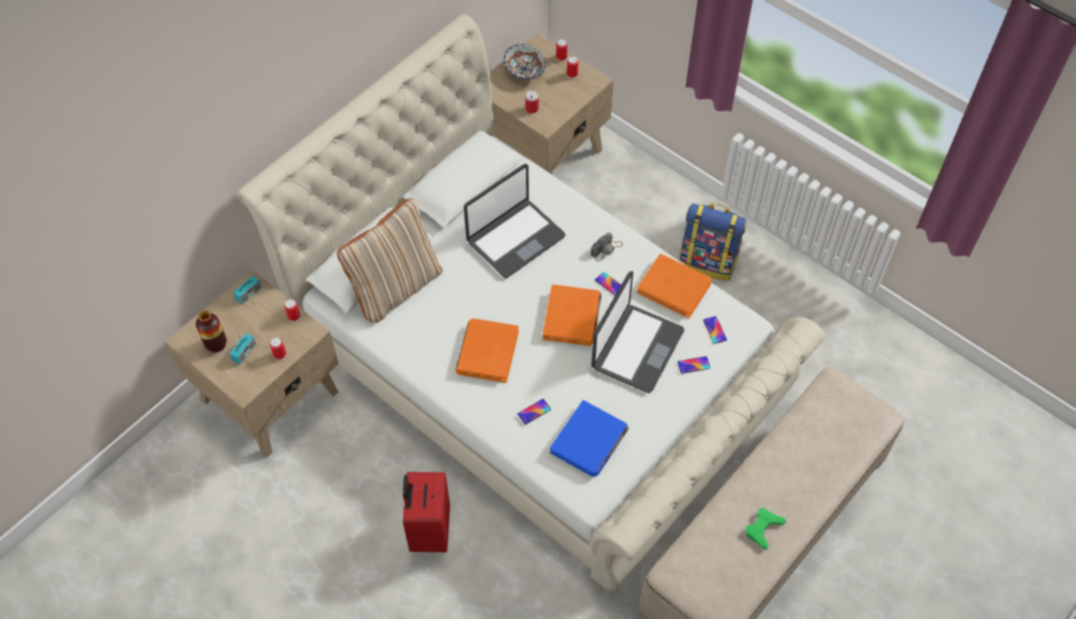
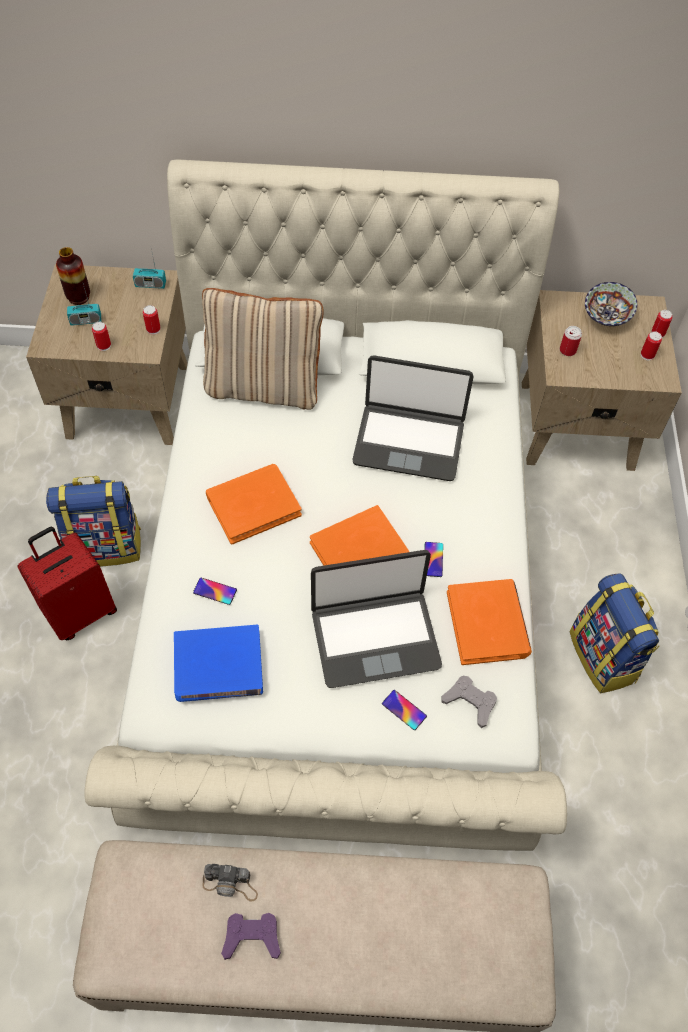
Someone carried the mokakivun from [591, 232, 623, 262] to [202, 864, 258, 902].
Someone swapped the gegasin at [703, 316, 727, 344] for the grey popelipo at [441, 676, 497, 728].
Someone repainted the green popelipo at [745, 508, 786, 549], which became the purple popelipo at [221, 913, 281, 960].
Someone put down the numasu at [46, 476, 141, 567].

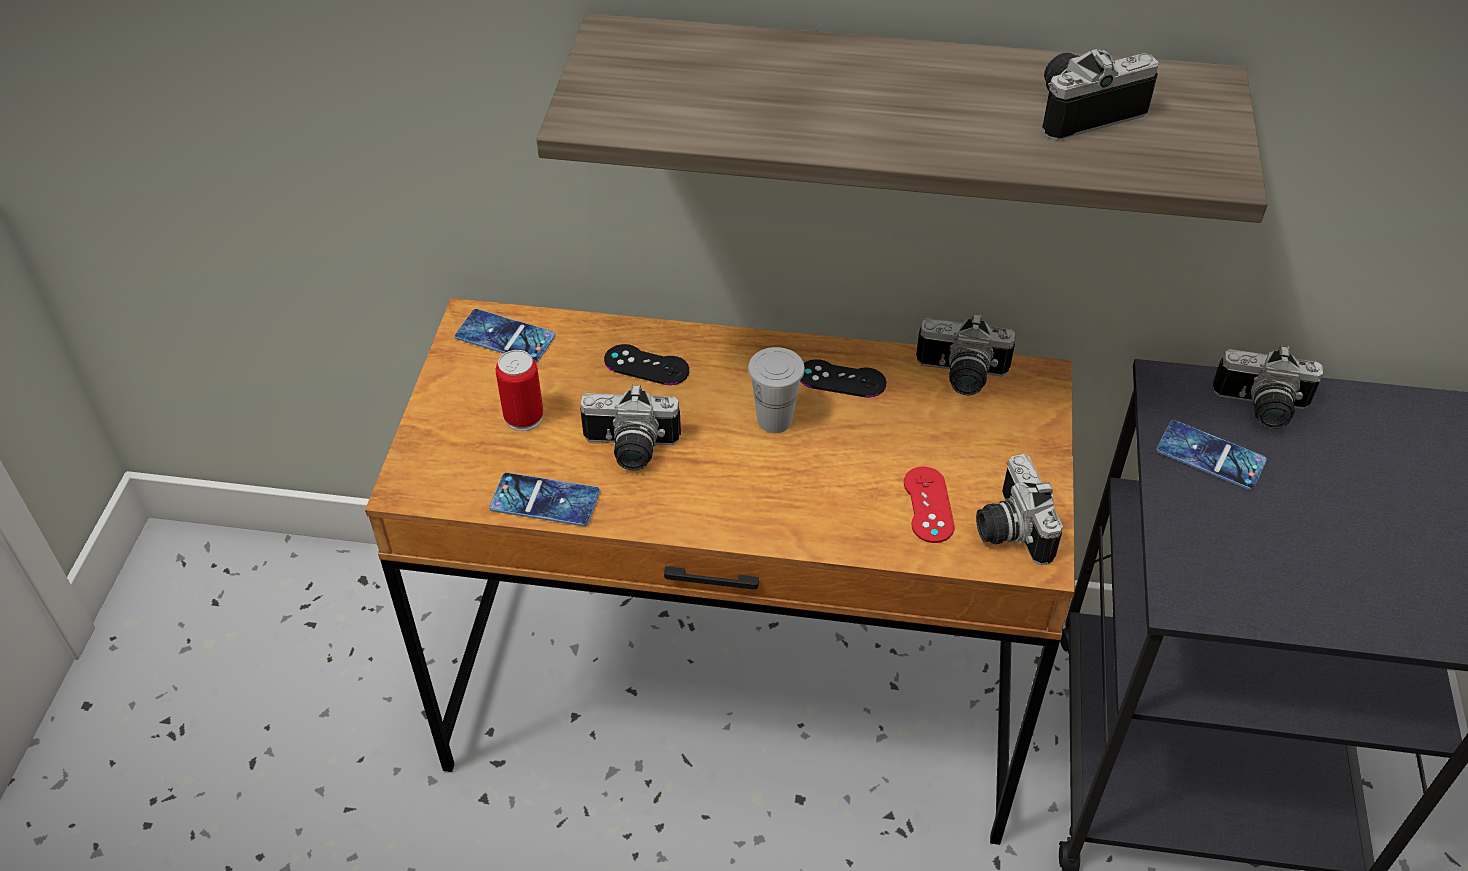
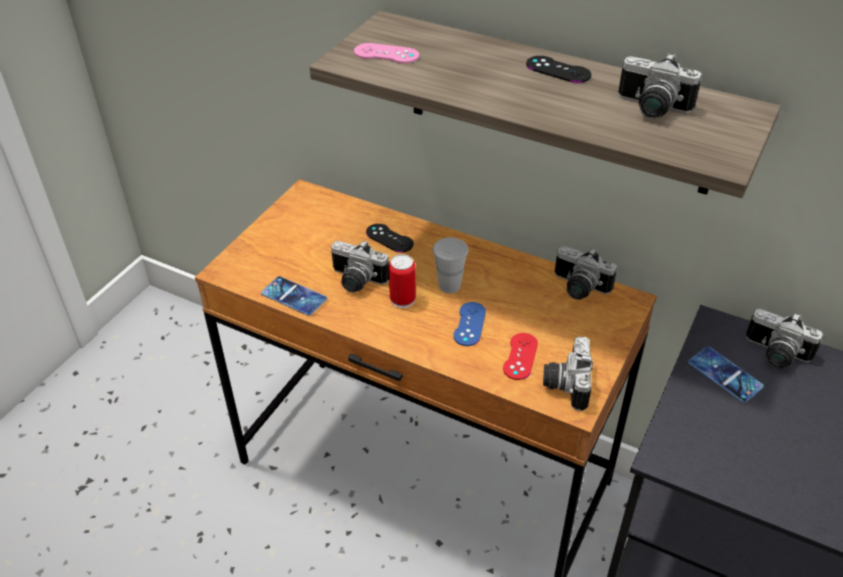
Someone rotated the mokakivun at [1042, 49, 1159, 140] by 150 degrees counterclockwise.
Someone took away the gegasin at [455, 309, 556, 362].
Someone carried the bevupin from [496, 350, 543, 431] to [389, 254, 416, 308].
Someone carried the black popelipo from [800, 359, 886, 398] to [526, 56, 591, 83].
Someone put down the pink popelipo at [354, 43, 419, 64].
Someone put down the blue popelipo at [453, 302, 486, 346].

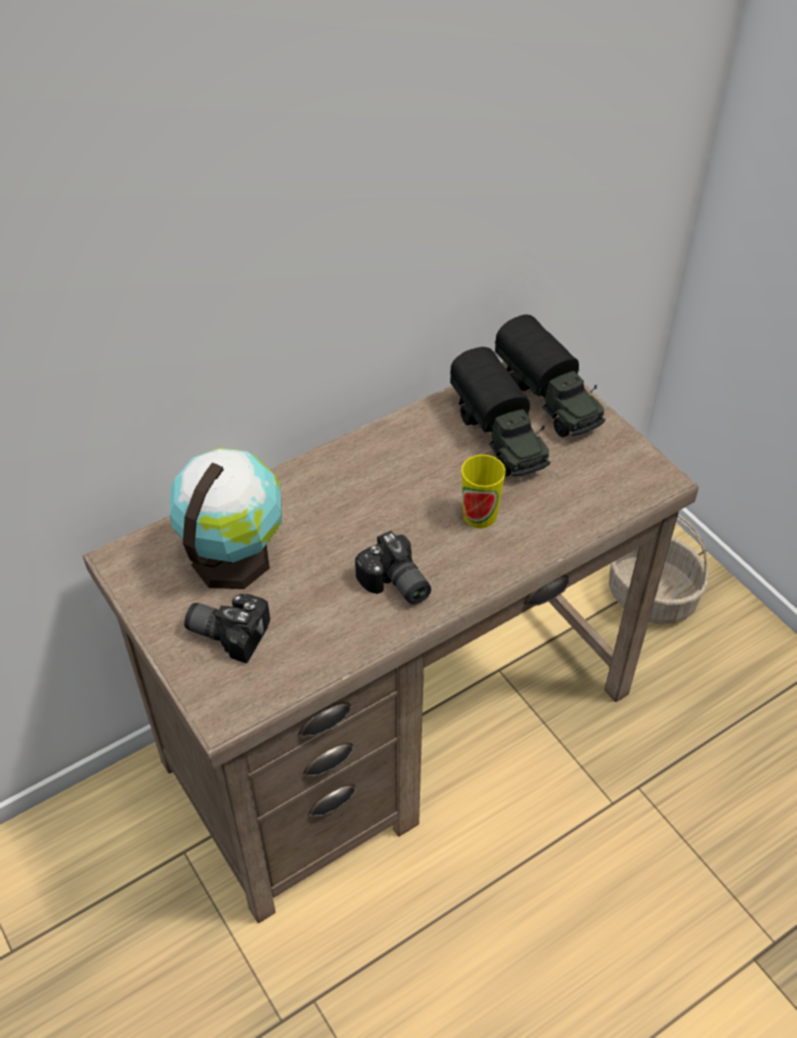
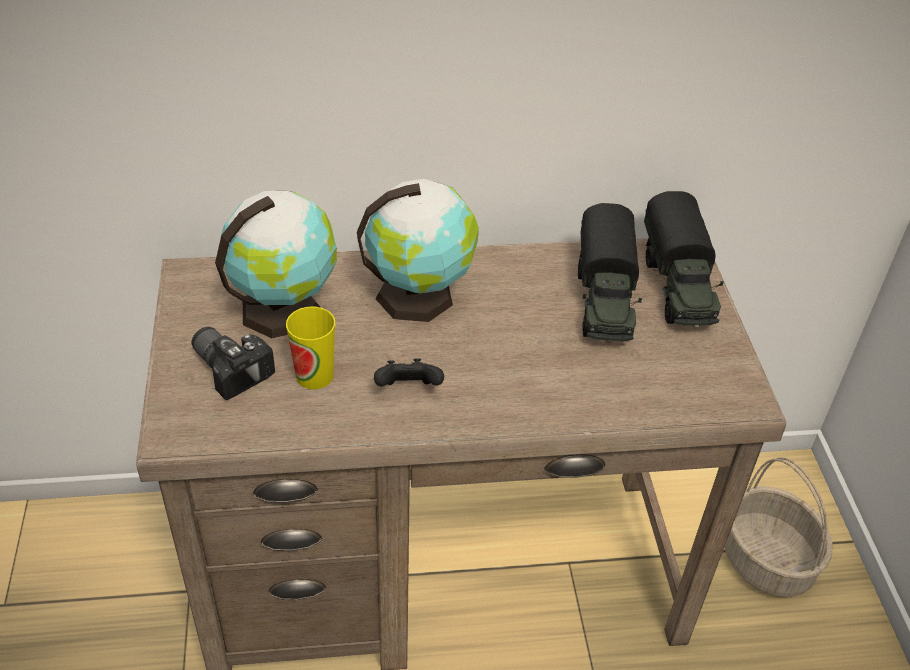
Someone carried the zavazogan from [461, 455, 506, 528] to [286, 307, 335, 389].
Someone swapped the mokakivun at [355, 531, 431, 605] for the black popelipo at [374, 358, 444, 386].
Someone put down the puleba at [357, 179, 479, 322].

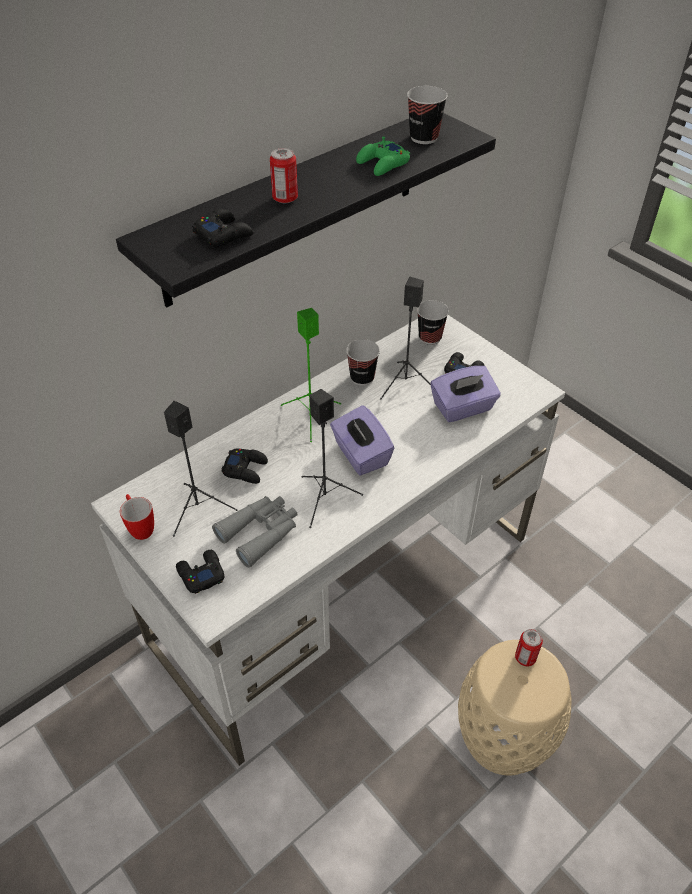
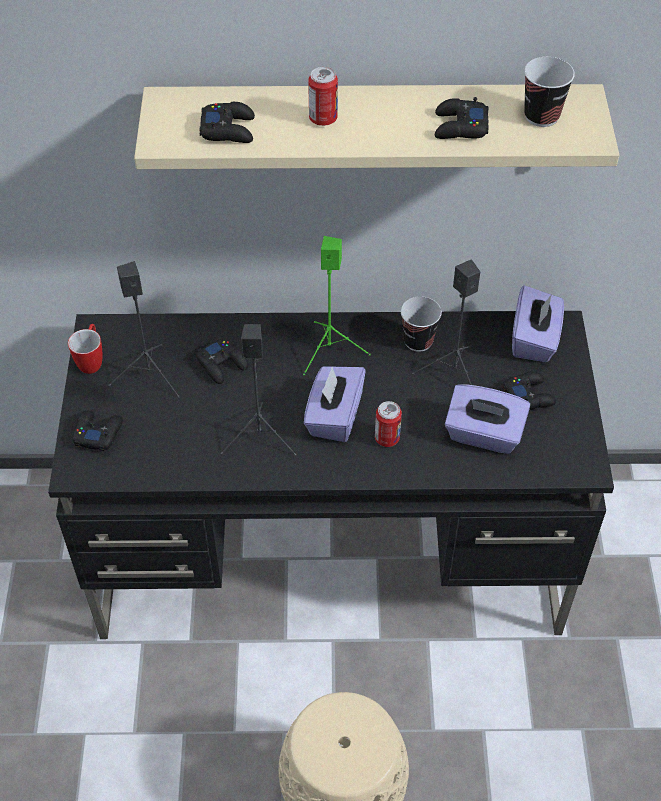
Someone repainted the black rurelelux at [116, 113, 496, 307], which became the beige rurelelux at [134, 84, 619, 169].
Someone repainted the green popelipo at [356, 136, 410, 176], which became the black popelipo at [435, 97, 489, 139].
Someone swapped the zavazogan at [417, 300, 449, 345] for the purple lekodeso at [512, 285, 564, 362].
Someone repainted the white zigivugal at [91, 315, 565, 766], which became the black zigivugal at [48, 311, 614, 639].
Someone took away the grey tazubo at [212, 496, 298, 568].
Someone carried the bevupin from [515, 629, 543, 667] to [375, 401, 402, 447].

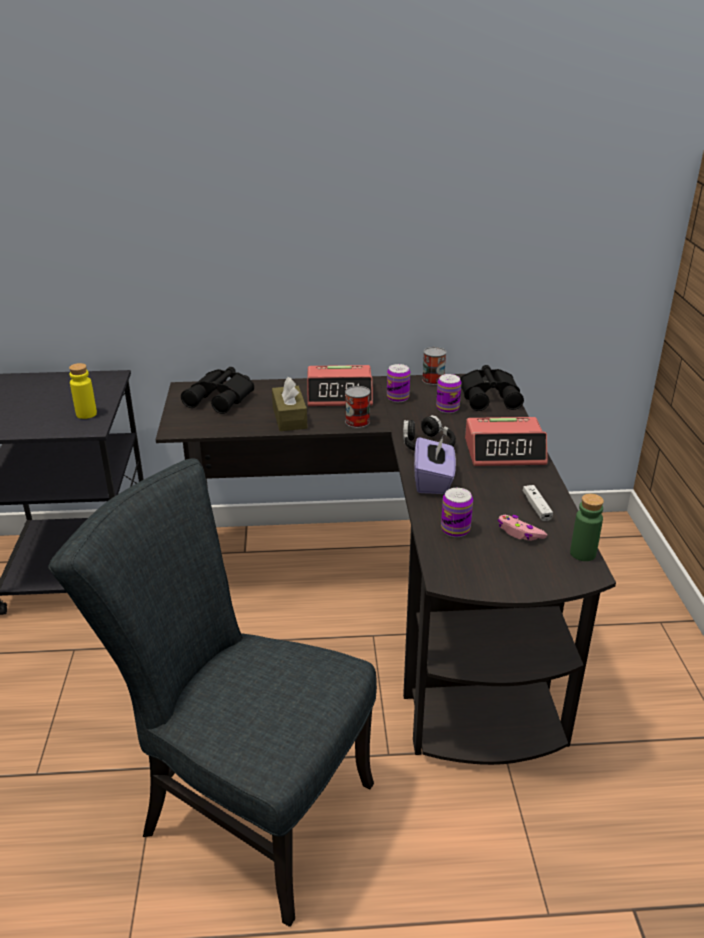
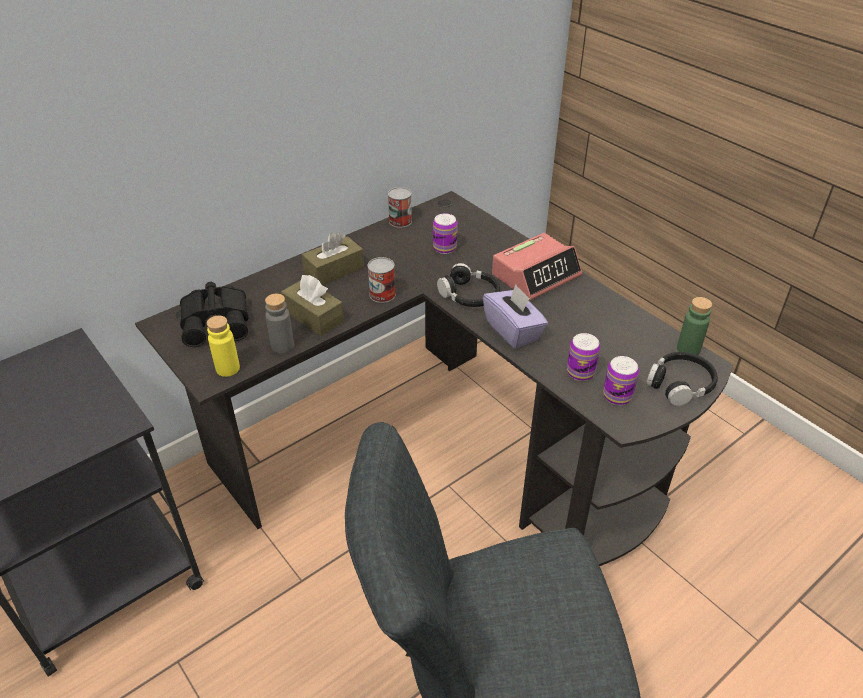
Someone carried the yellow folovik from [69, 363, 97, 419] to [207, 316, 240, 377].
Someone carried the bevupin from [387, 364, 410, 402] to [603, 356, 639, 405].
Someone swapped the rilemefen at [307, 365, 373, 406] for the brown lekodeso at [302, 232, 364, 285].
Someone took away the black tazubo at [460, 365, 524, 411].
Someone took away the white popelipo at [523, 485, 553, 521].
Someone took away the pink popelipo at [498, 515, 547, 541].
Someone put down the grey folovik at [265, 294, 294, 353].
Someone put down the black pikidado at [646, 352, 718, 406].

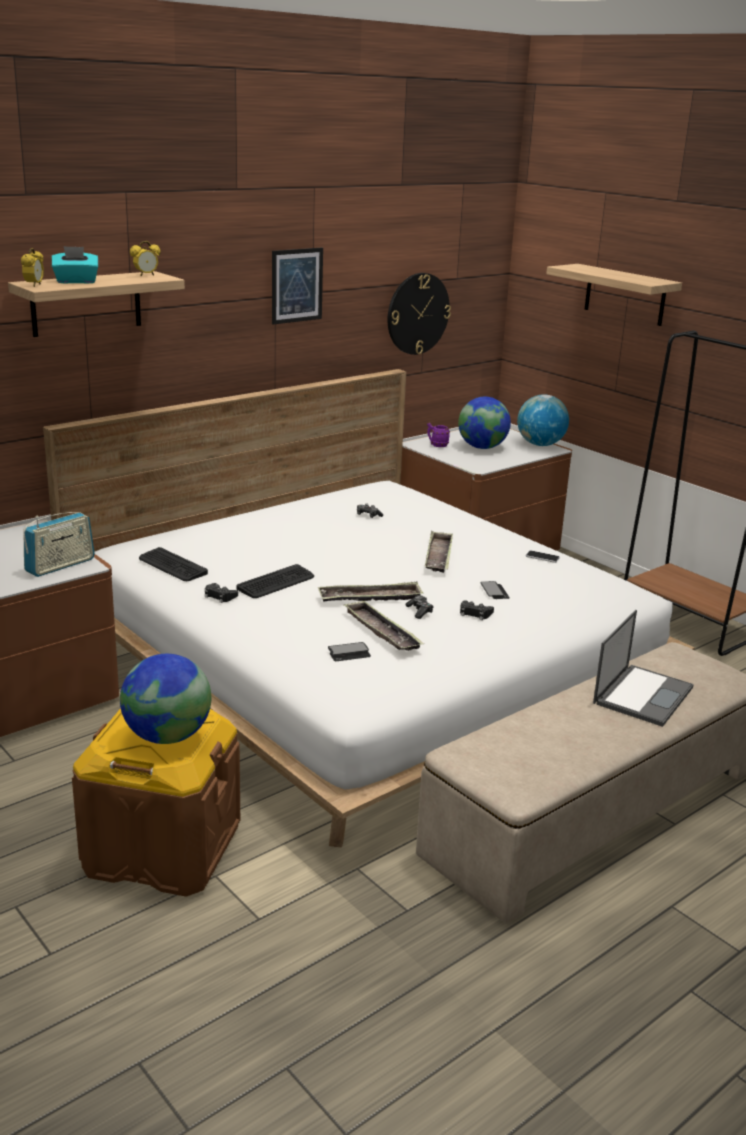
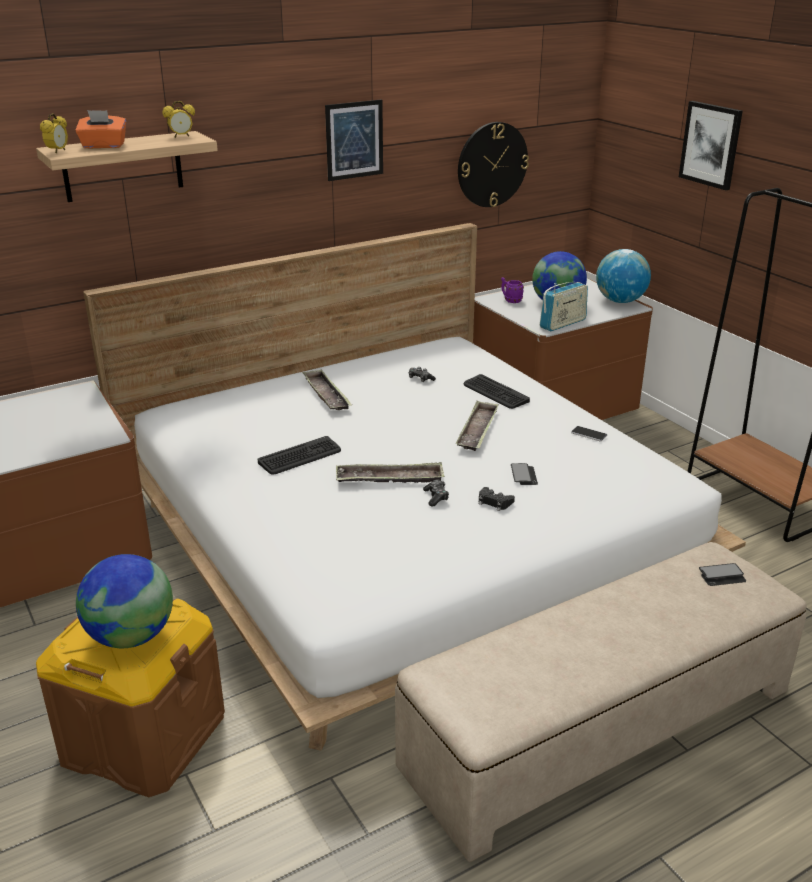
Someone repainted the turquoise lekodeso at [52, 246, 98, 283], which became the orange lekodeso at [75, 110, 126, 149].
Someone swapped the rurelelux at [546, 264, 682, 326] for the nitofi at [679, 101, 743, 190].
Someone carried the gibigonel from [23, 512, 95, 577] to [540, 282, 588, 331].
Someone carried the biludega from [139, 547, 208, 581] to [464, 374, 530, 409].
Someone took away the black popelipo at [205, 583, 238, 603].
Someone carried the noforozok from [343, 600, 424, 651] to [302, 369, 352, 410].
Someone took away the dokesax at [593, 610, 694, 727].
Someone carried the gegasin from [328, 642, 371, 661] to [699, 563, 746, 586].

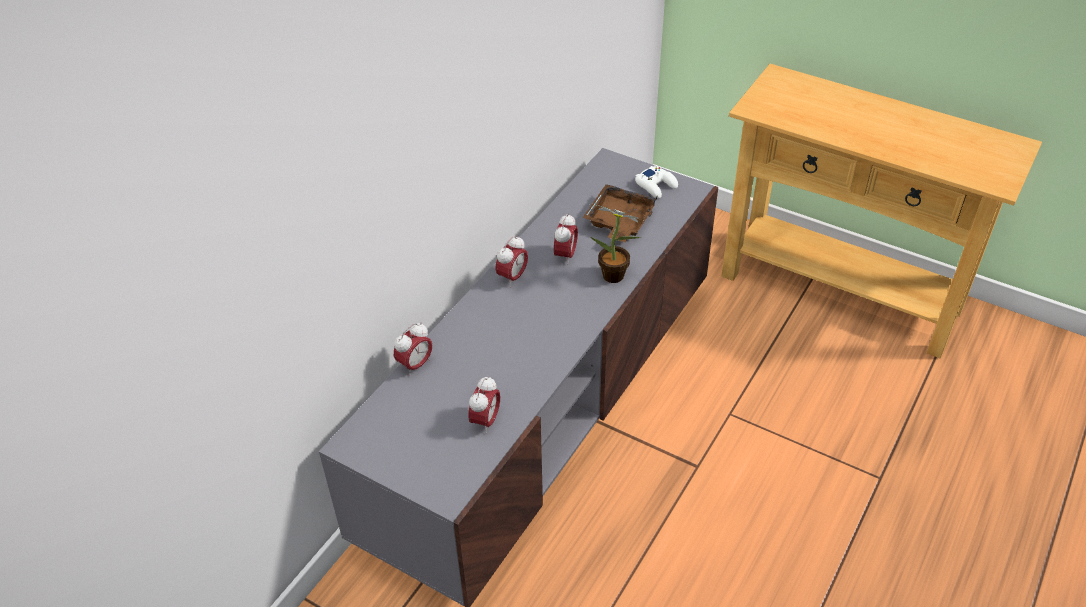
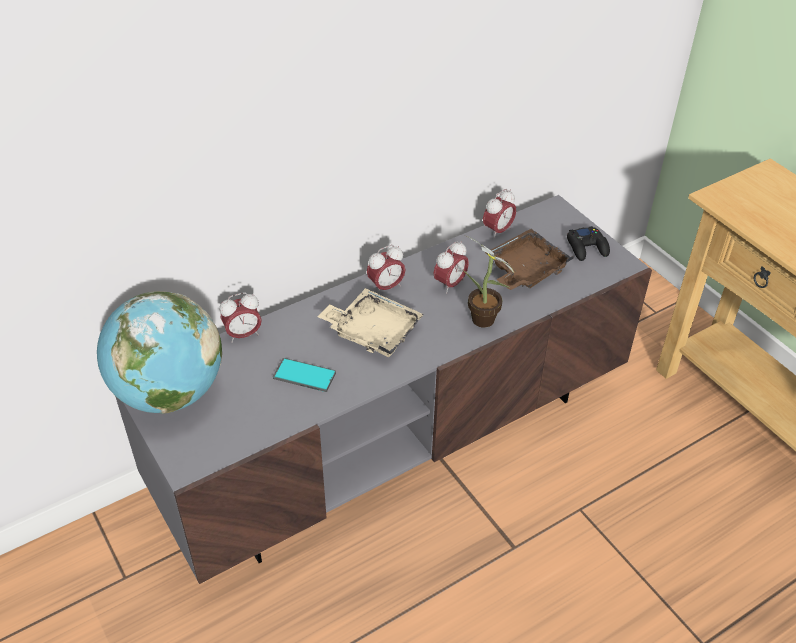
Someone repainted the white popelipo at [635, 166, 678, 199], which became the black popelipo at [567, 226, 610, 261].
Someone carried the rilemefen from [468, 376, 500, 434] to [483, 189, 516, 239].
Someone put down the beige noforozok at [317, 288, 424, 357].
Someone put down the puleba at [97, 291, 222, 414].
Someone put down the gegasin at [273, 358, 336, 392].

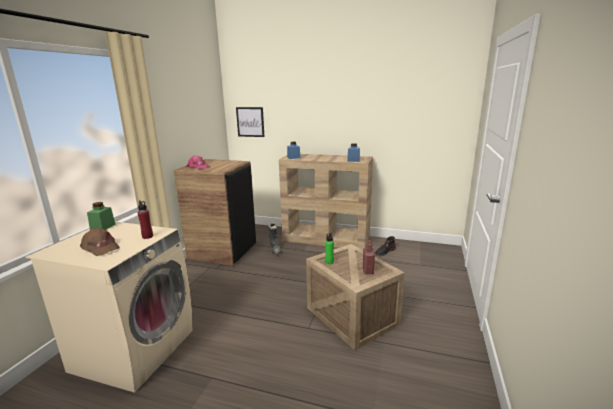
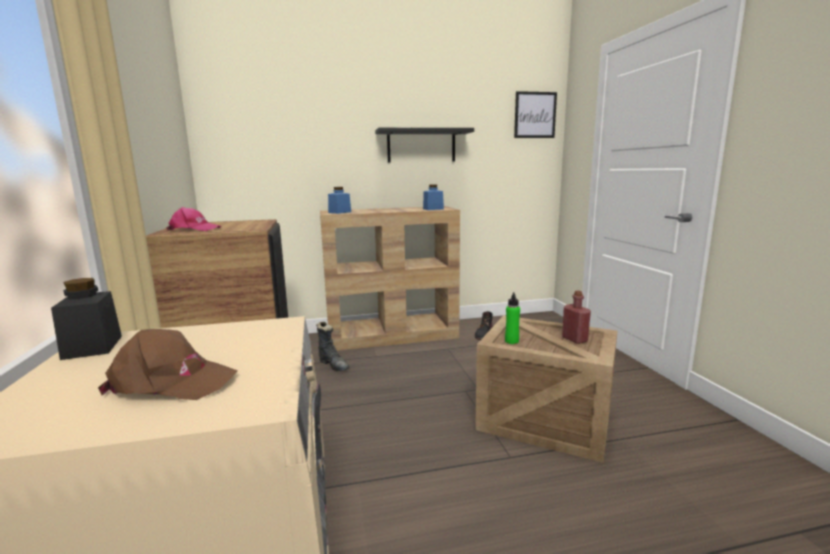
Someone carried the nitofi from [236, 107, 264, 137] to [514, 91, 557, 138].
Someone took away the red folovik at [138, 200, 153, 239].
Someone repainted the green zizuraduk at [87, 202, 115, 230], which became the black zizuraduk at [51, 278, 122, 360].
Someone put up the black rurelelux at [375, 128, 474, 162].

